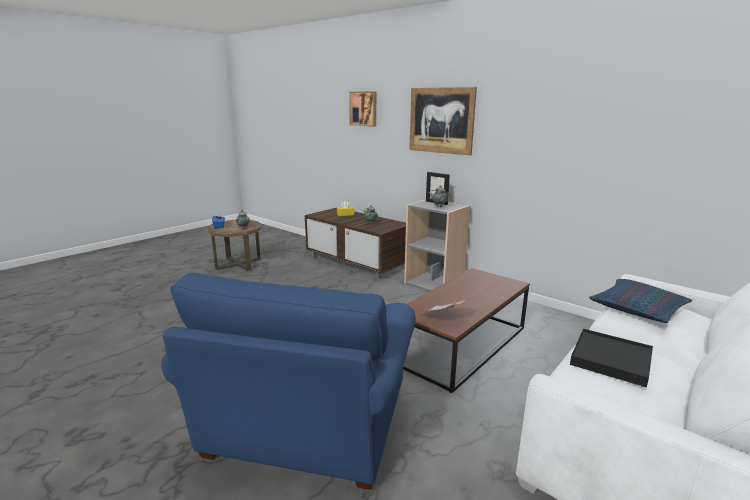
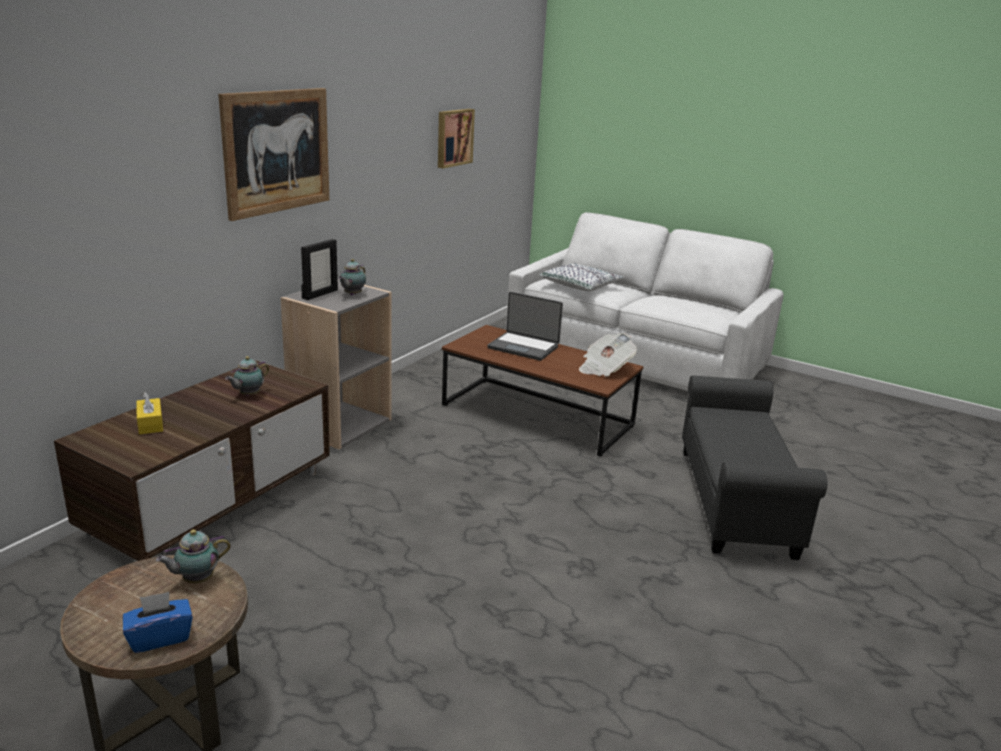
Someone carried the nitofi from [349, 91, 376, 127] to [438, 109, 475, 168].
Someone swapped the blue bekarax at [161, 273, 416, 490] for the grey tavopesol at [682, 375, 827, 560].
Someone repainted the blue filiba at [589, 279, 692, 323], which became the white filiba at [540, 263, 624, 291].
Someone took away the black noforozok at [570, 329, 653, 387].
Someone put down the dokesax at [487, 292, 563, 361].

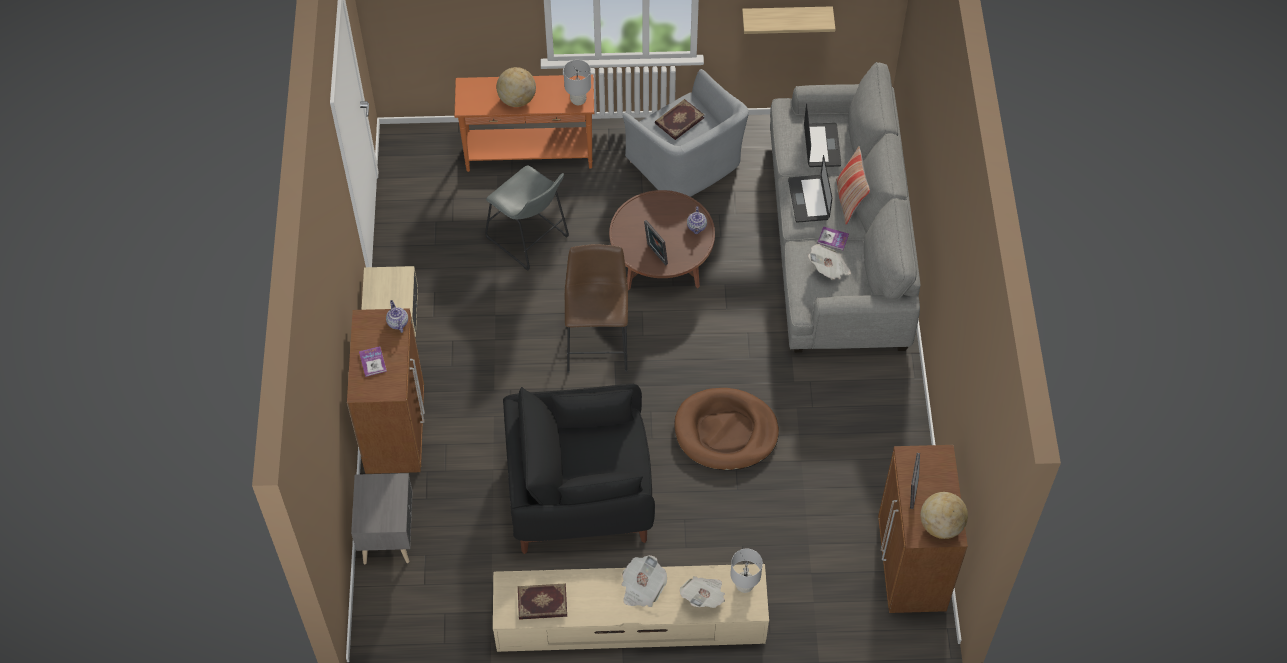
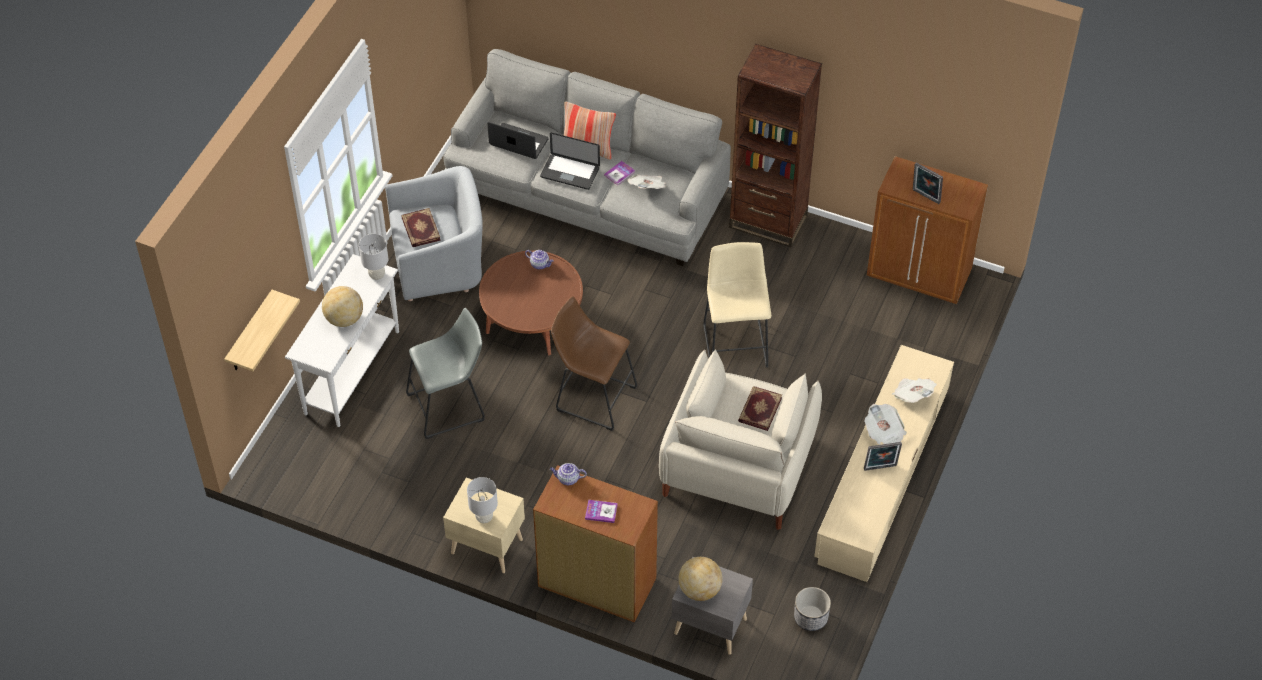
Someone carried the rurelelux from [742, 6, 835, 34] to [224, 290, 300, 371].
Someone repainted the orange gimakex at [455, 75, 594, 172], which became the white gimakex at [285, 254, 399, 427].
Someone carried the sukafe from [644, 220, 668, 265] to [864, 442, 902, 471].
Someone repainted the black bekarax at [503, 384, 655, 554], which became the beige bekarax at [659, 349, 822, 530].
Someone swapped the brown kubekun at [674, 388, 779, 471] for the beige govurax at [703, 242, 771, 368].
Someone carried the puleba from [921, 492, 968, 539] to [678, 557, 723, 601].
Someone carried the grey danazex from [730, 549, 763, 593] to [467, 477, 498, 523].
Someone carried the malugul from [518, 583, 567, 620] to [738, 386, 782, 431].
Someone put down the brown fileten at [729, 44, 822, 247].
Someone put down the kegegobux at [794, 587, 831, 631].

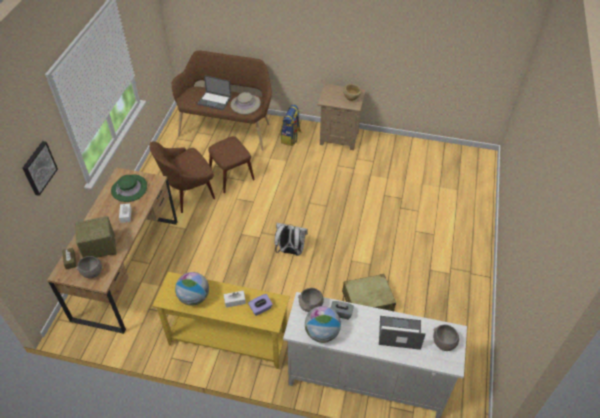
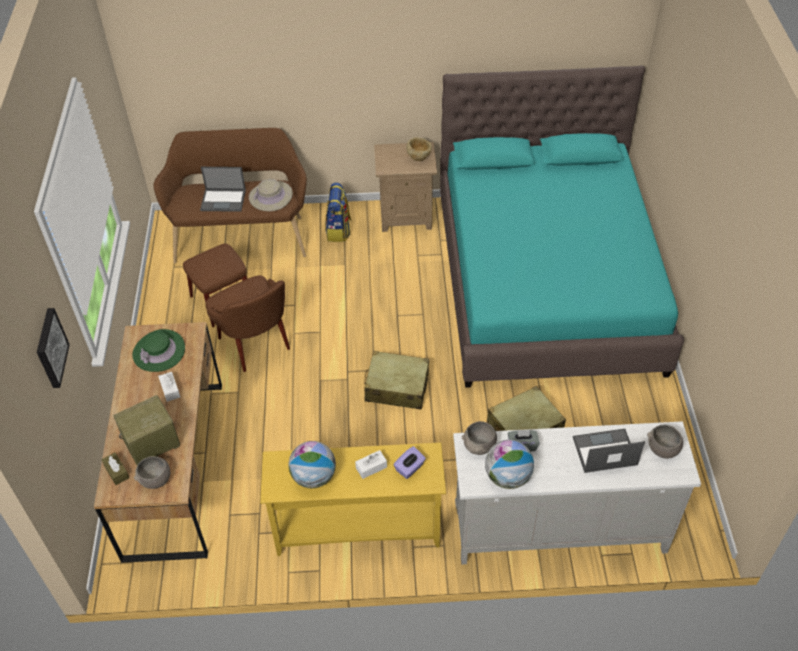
Someone rotated the brown bekarax at [149, 136, 255, 213] by 75 degrees counterclockwise.
Someone swapped the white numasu at [275, 223, 308, 256] for the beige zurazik at [364, 351, 429, 410].
Someone put down the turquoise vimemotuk at [440, 65, 684, 388].

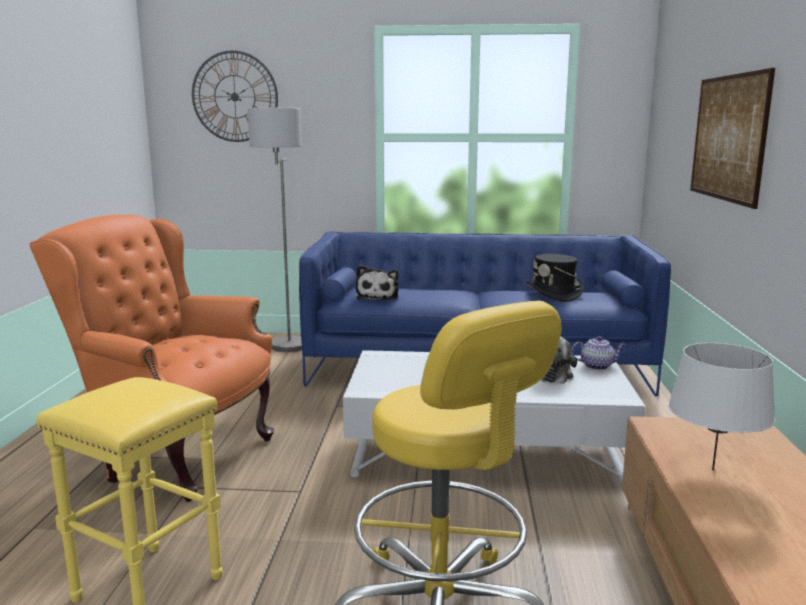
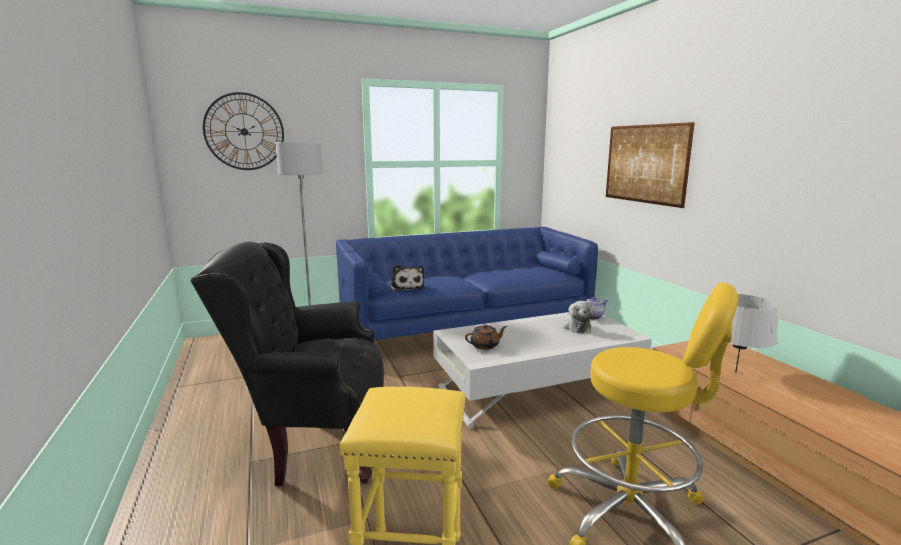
Someone repainted the orange bekarax at [29, 215, 274, 502], which became the black bekarax at [191, 242, 384, 486].
Someone took away the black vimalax at [526, 254, 584, 302].
Someone put down the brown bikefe at [465, 324, 507, 350].

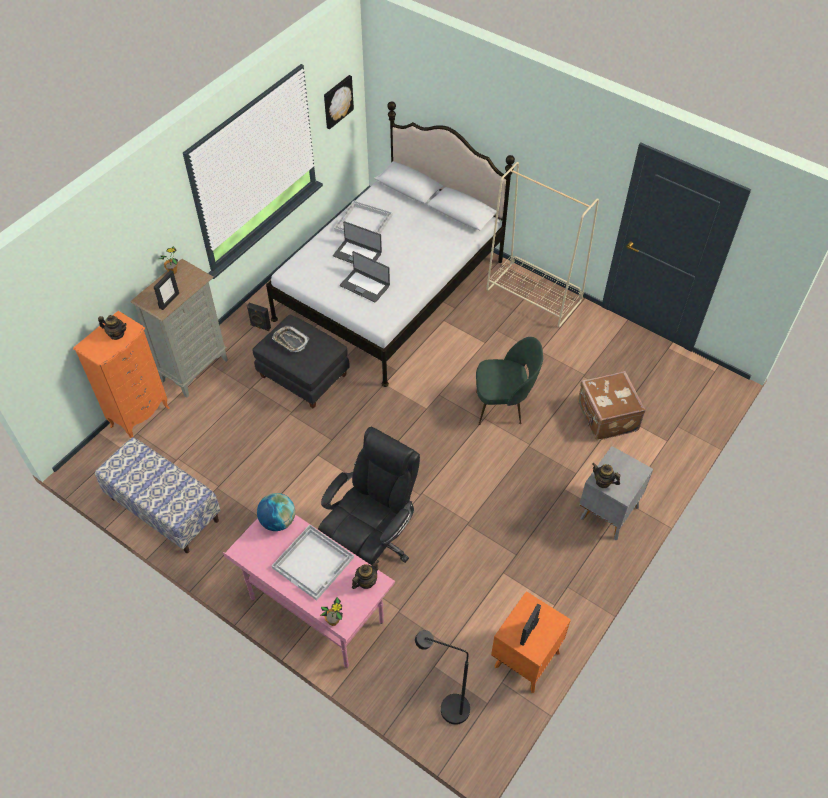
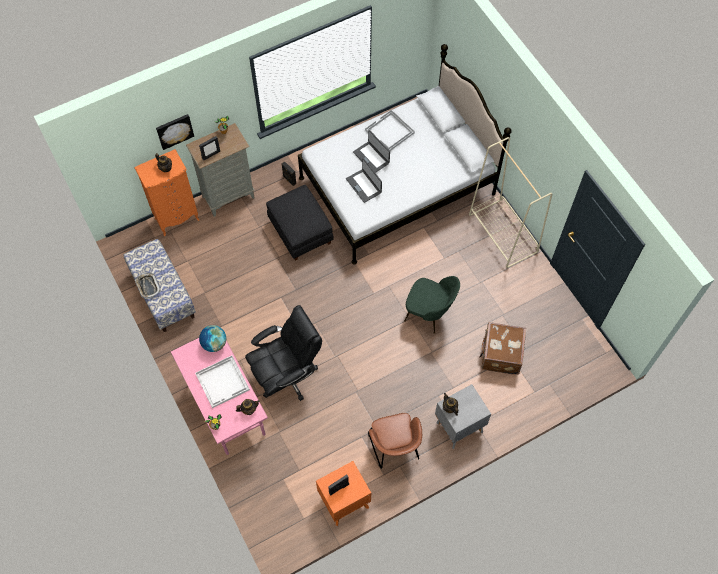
Someone carried the nitofi from [324, 75, 354, 130] to [156, 114, 194, 150].
Someone carried the noforozok from [272, 326, 309, 352] to [135, 272, 161, 299].
Someone took away the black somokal at [415, 630, 470, 725].
Someone put down the brown bekarax at [368, 413, 422, 469].

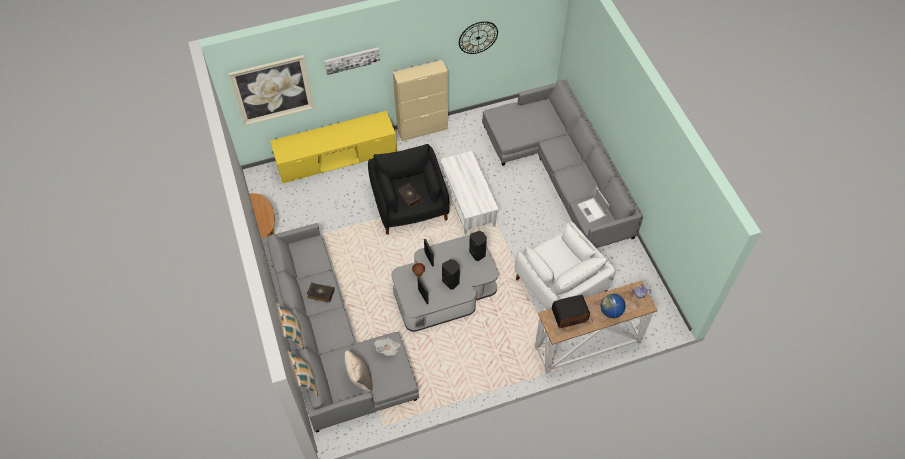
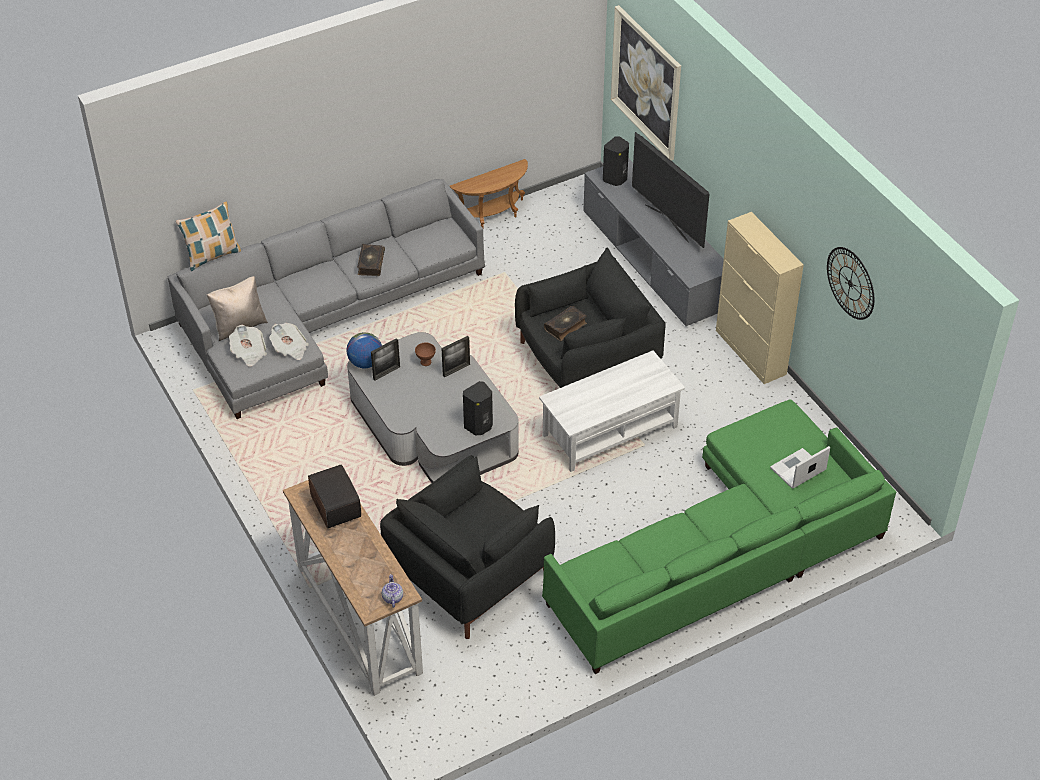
Someone took away the nitofi at [324, 47, 380, 75].
Someone repainted the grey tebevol at [482, 80, 643, 248], which became the green tebevol at [542, 400, 896, 674].
Someone repainted the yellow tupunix at [270, 111, 397, 183], which became the grey tupunix at [583, 158, 724, 326].
Someone carried the dokesax from [577, 187, 609, 223] to [770, 446, 830, 488].
Someone repainted the white bekarax at [515, 221, 616, 310], which became the black bekarax at [380, 455, 555, 639].
Someone carried the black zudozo from [442, 259, 460, 290] to [603, 136, 629, 186].
Someone carried the puleba from [600, 294, 626, 318] to [346, 332, 382, 368].
Someone took away the filiba at [276, 303, 304, 349].
Someone put down the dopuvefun at [632, 132, 710, 248].
Someone put down the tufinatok at [229, 325, 267, 366].

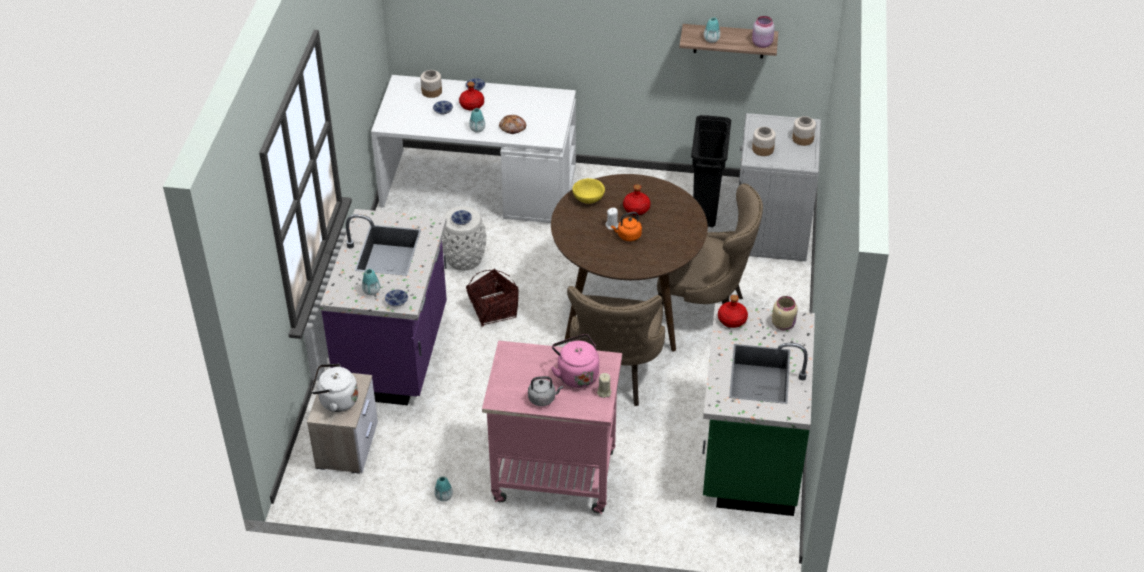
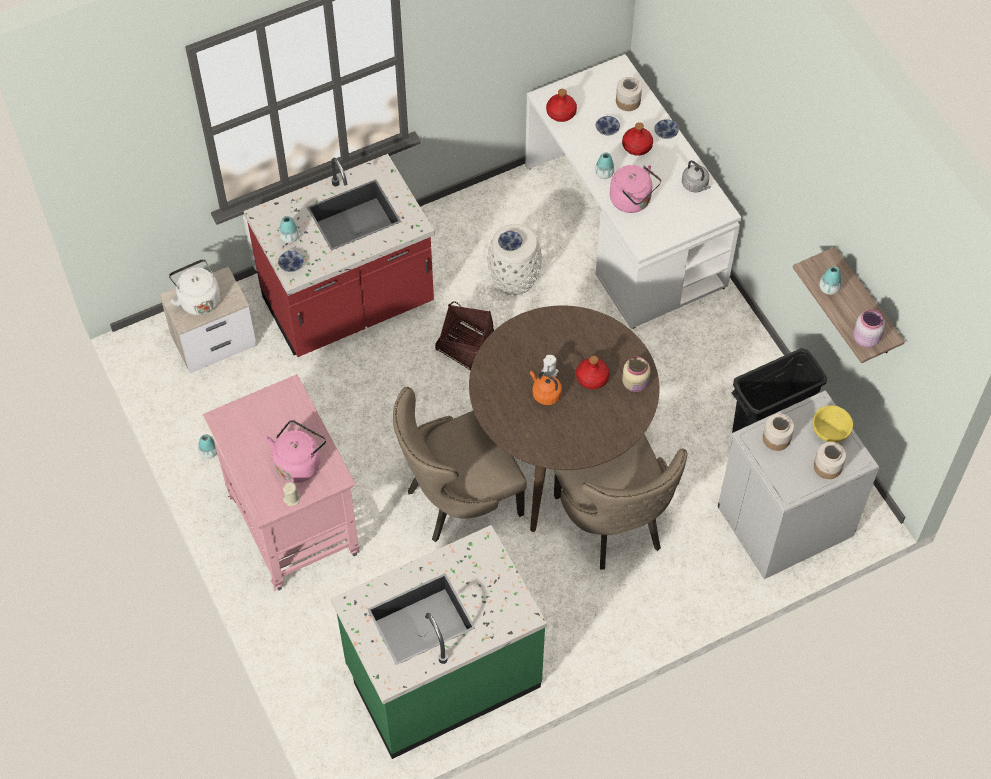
Someone swapped the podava at [499, 115, 526, 134] for the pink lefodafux at [610, 165, 661, 213].
Someone carried the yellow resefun from [572, 178, 605, 204] to [812, 405, 853, 443].
Someone repainted the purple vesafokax at [320, 209, 447, 405], which became the red vesafokax at [244, 154, 435, 357].
Someone carried the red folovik from [718, 295, 748, 328] to [546, 89, 577, 122].
Someone carried the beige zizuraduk from [772, 296, 798, 330] to [622, 357, 650, 392].
Someone carried the grey lefodafux from [528, 376, 563, 406] to [682, 160, 711, 192].

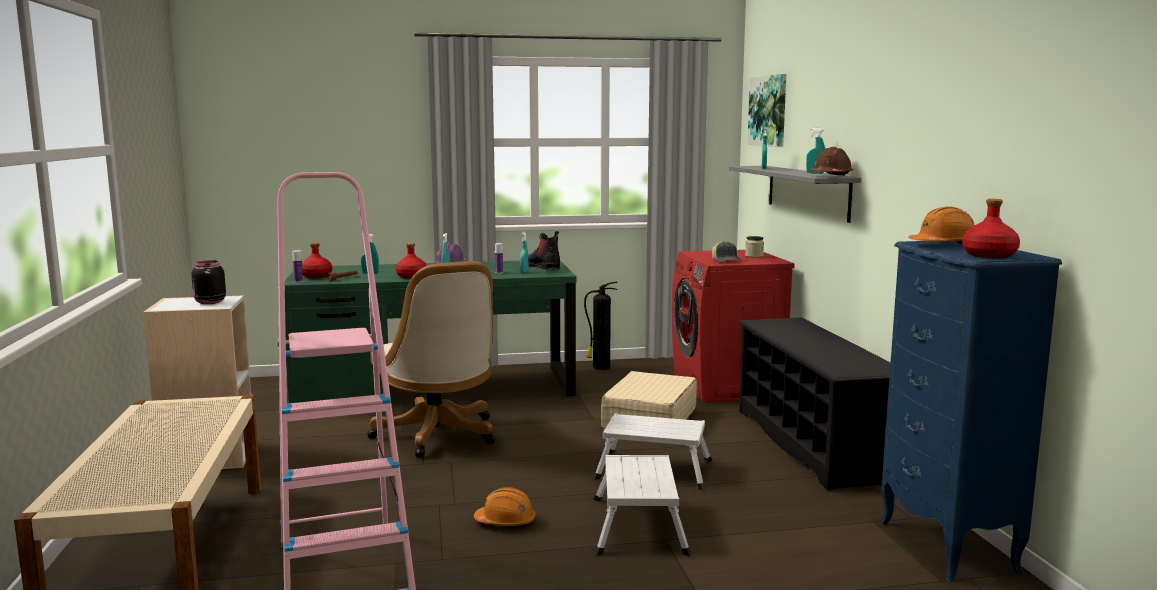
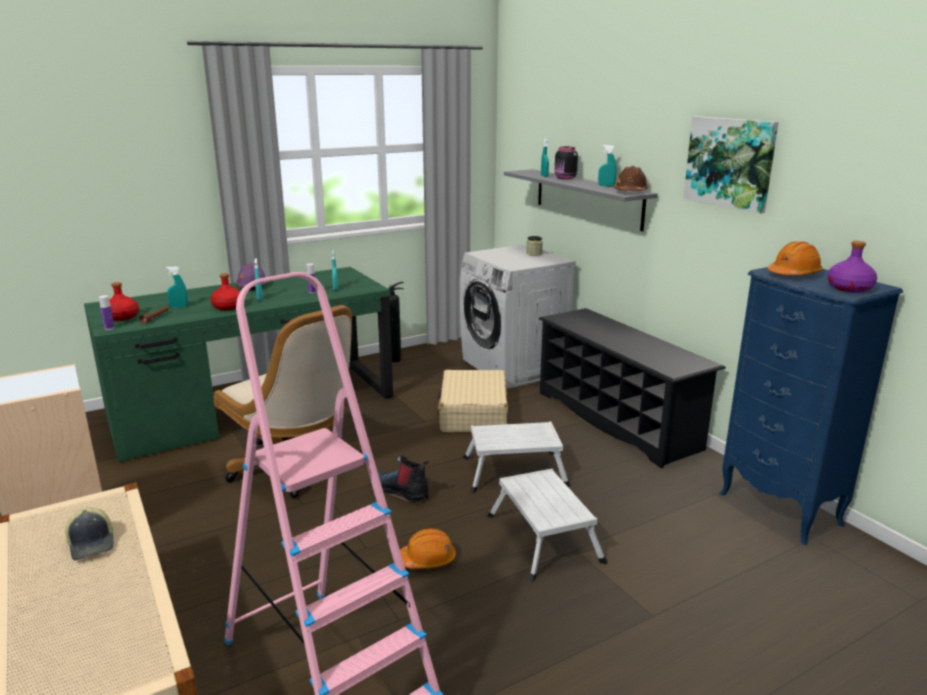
Someone carried the nitofi from [747, 74, 786, 147] to [683, 116, 778, 214].
Someone repainted the red folovik at [962, 199, 1020, 258], which became the purple folovik at [827, 241, 877, 293].
Someone carried the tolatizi from [528, 231, 560, 270] to [370, 455, 429, 503].
Someone carried the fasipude from [712, 241, 741, 263] to [65, 508, 114, 561].
Someone repainted the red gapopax at [672, 250, 795, 403], which became the white gapopax at [460, 244, 576, 389].
Someone carried the black zizuraduk from [191, 260, 226, 304] to [554, 146, 578, 180].

